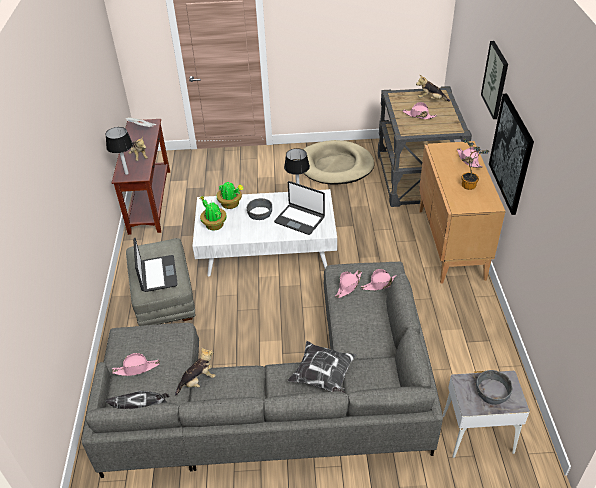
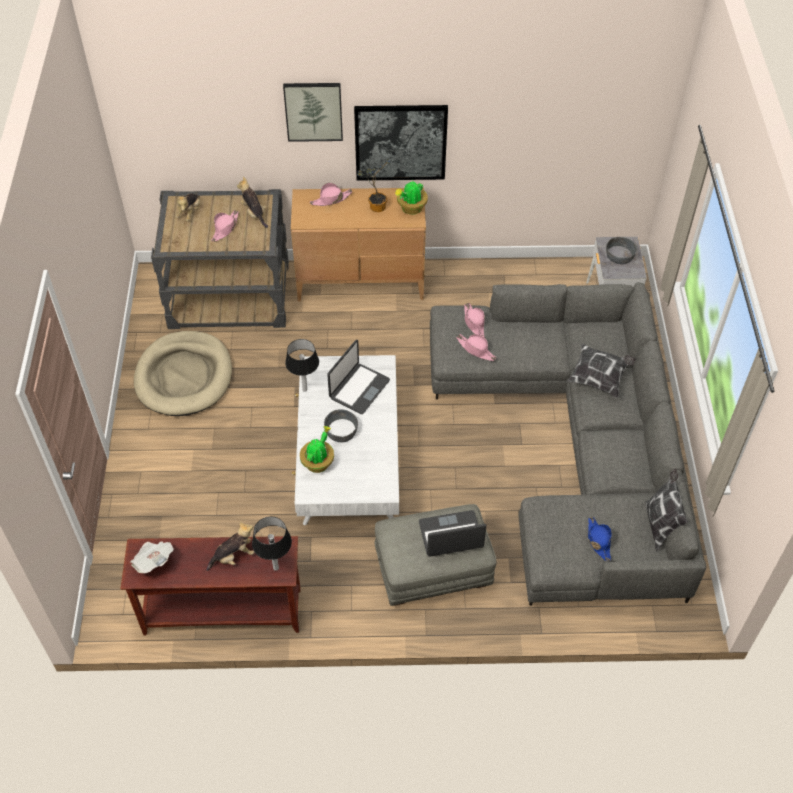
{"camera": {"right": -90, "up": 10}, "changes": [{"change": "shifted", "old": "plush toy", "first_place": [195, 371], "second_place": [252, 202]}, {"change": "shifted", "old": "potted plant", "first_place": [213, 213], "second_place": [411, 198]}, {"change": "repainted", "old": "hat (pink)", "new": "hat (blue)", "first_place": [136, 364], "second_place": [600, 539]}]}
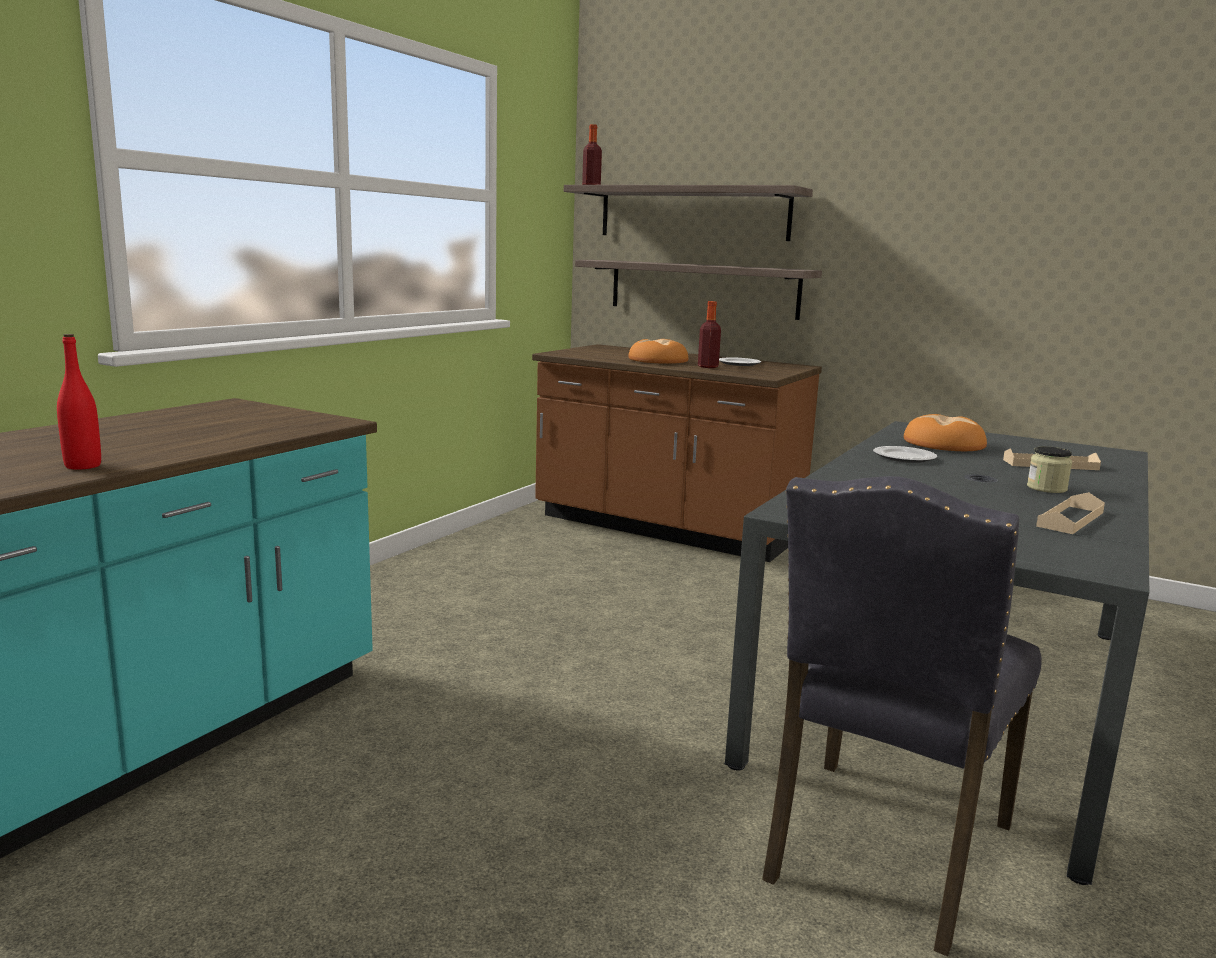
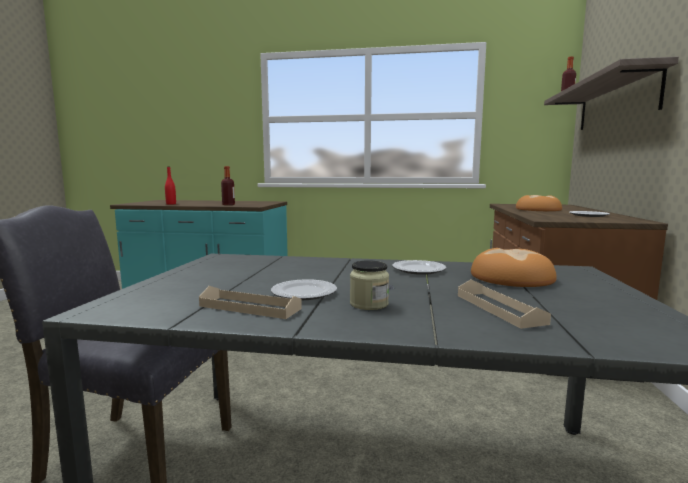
{"camera": {"right": 70, "up": -5}, "changes": [{"change": "gone", "old": "shelf", "first_place": [698, 290]}, {"change": "new", "new": "plate", "second_place": [304, 289]}, {"change": "shifted", "old": "bottle", "first_place": [709, 334], "second_place": [228, 185]}]}
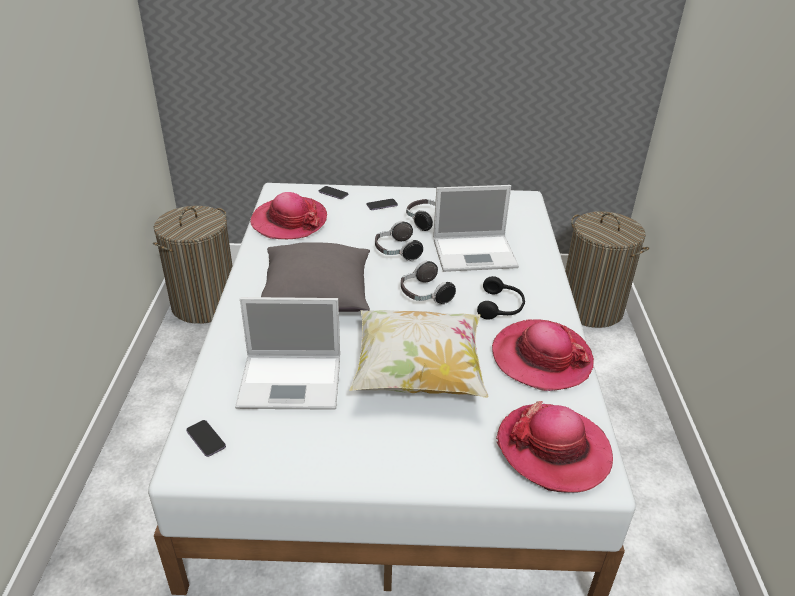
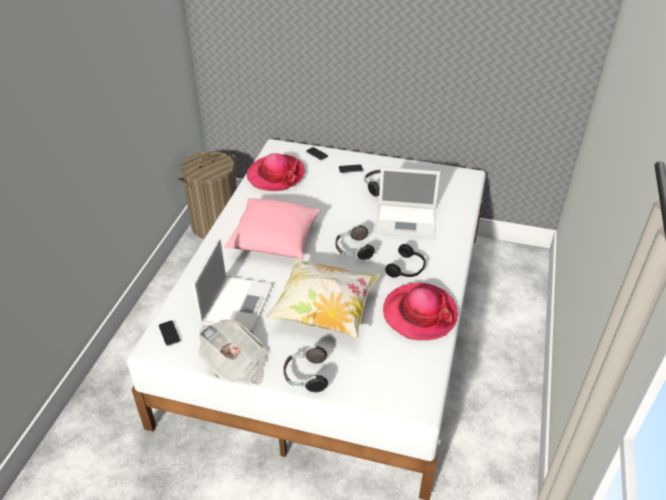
{"camera": {"right": 15, "up": 5}, "changes": [{"change": "gone", "old": "hat", "first_place": [554, 447]}, {"change": "gone", "old": "laundry basket", "first_place": [607, 269]}, {"change": "new", "new": "newspaper", "second_place": [233, 351]}, {"change": "shifted", "old": "headphones", "first_place": [399, 241], "second_place": [305, 369]}, {"change": "repainted", "old": "pillow (grey)", "new": "pillow (pink)", "first_place": [315, 277], "second_place": [272, 228]}, {"change": "rotated", "old": "laptop", "first_place": [287, 353], "second_place": [232, 285], "degrees": -90}]}
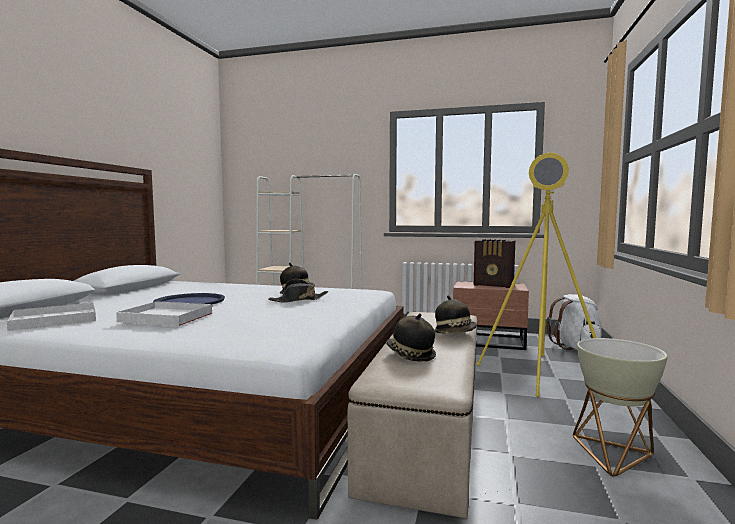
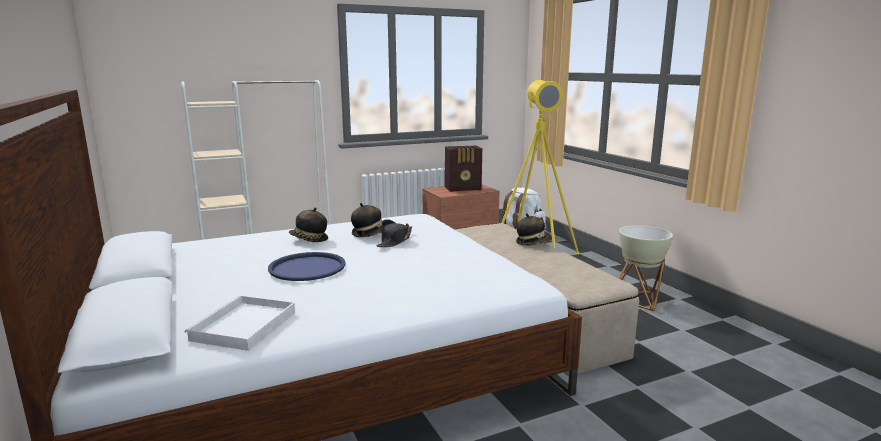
{"camera": {"right": -40, "up": 10}, "changes": [{"change": "gone", "old": "tray (white)", "first_place": [164, 313]}, {"change": "shifted", "old": "hat", "first_place": [411, 337], "second_place": [308, 224]}]}
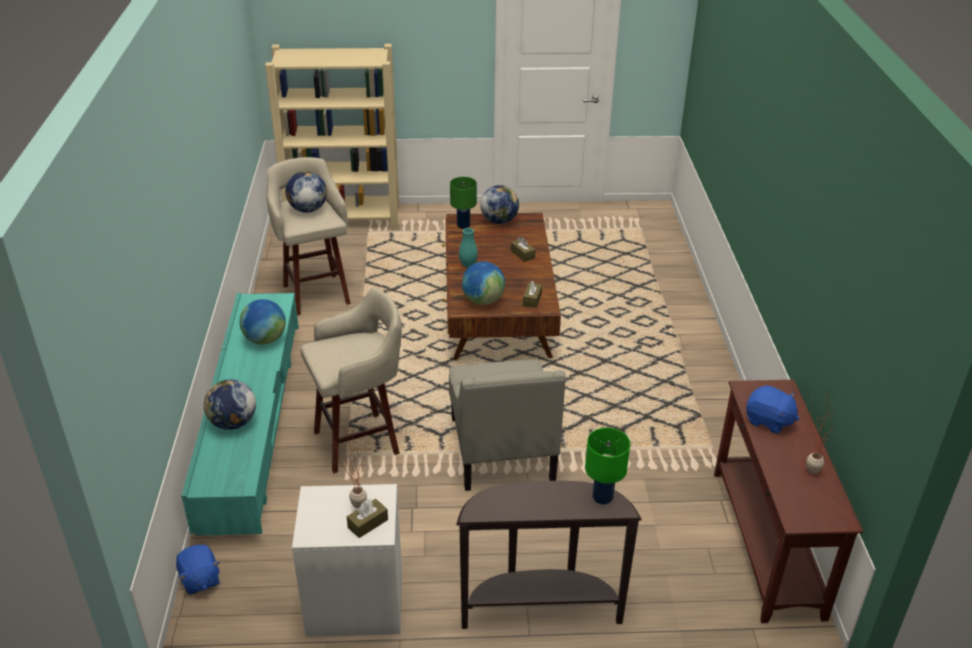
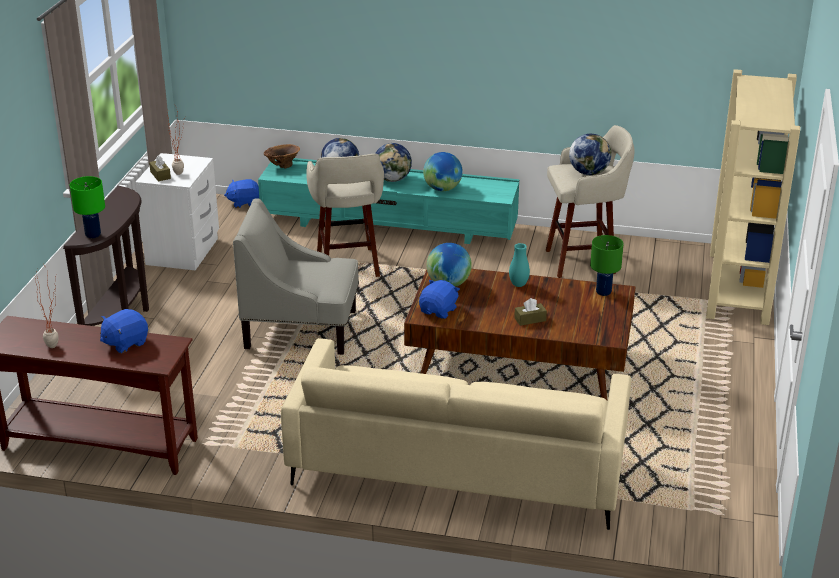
{"camera": {"right": 105, "up": -5}, "changes": [{"change": "new", "new": "vase (brown)", "second_place": [282, 156]}, {"change": "new", "new": "sofa (beige)", "second_place": [456, 434]}, {"change": "shifted", "old": "globe", "first_place": [499, 204], "second_place": [393, 162]}, {"change": "swapped", "old": "tissue box (brown)", "new": "plush toy (blue)", "first_place": [532, 294], "second_place": [439, 299]}]}
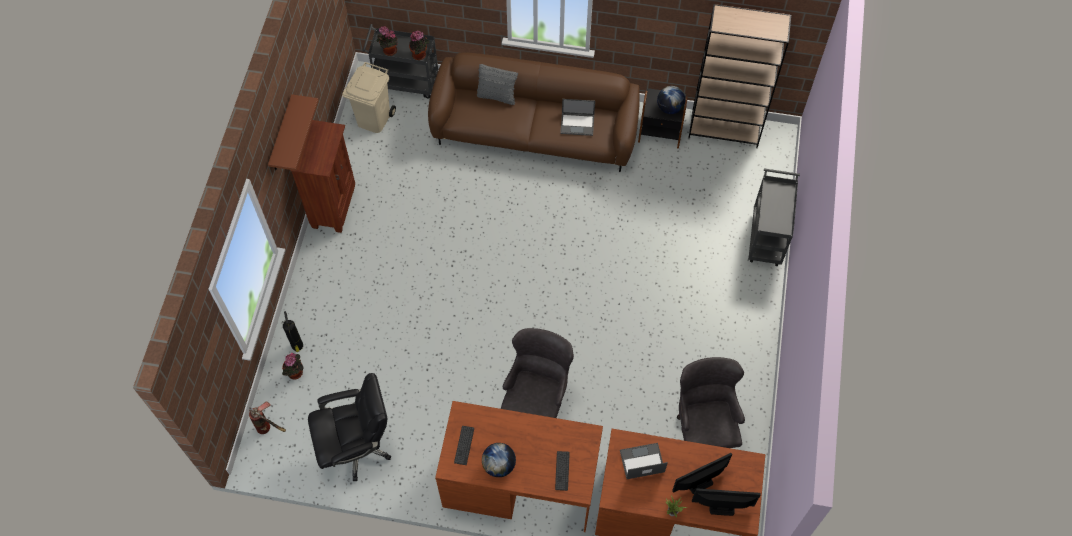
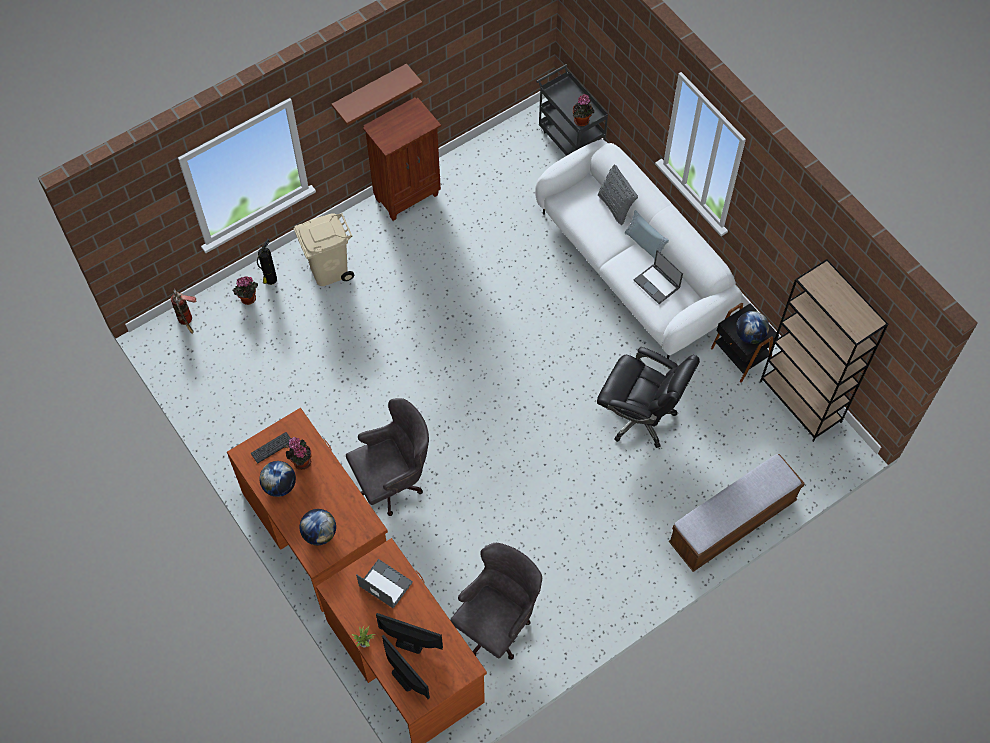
{"camera": {"right": 45, "up": 0}, "changes": [{"change": "new", "new": "pillow (blue)", "second_place": [647, 235]}, {"change": "shifted", "old": "office chair (black)", "first_place": [349, 427], "second_place": [648, 397]}, {"change": "shifted", "old": "trash can (beige)", "first_place": [369, 97], "second_place": [324, 249]}, {"change": "shifted", "old": "potted plant", "first_place": [387, 41], "second_place": [298, 453]}, {"change": "swapped", "old": "keyboard", "new": "globe", "first_place": [562, 471], "second_place": [318, 527]}, {"change": "swapped", "old": "cart (grey)", "new": "bench", "first_place": [774, 217], "second_place": [737, 513]}, {"change": "repainted", "old": "sofa (brown)", "new": "sofa (white)", "first_place": [534, 112], "second_place": [638, 249]}]}
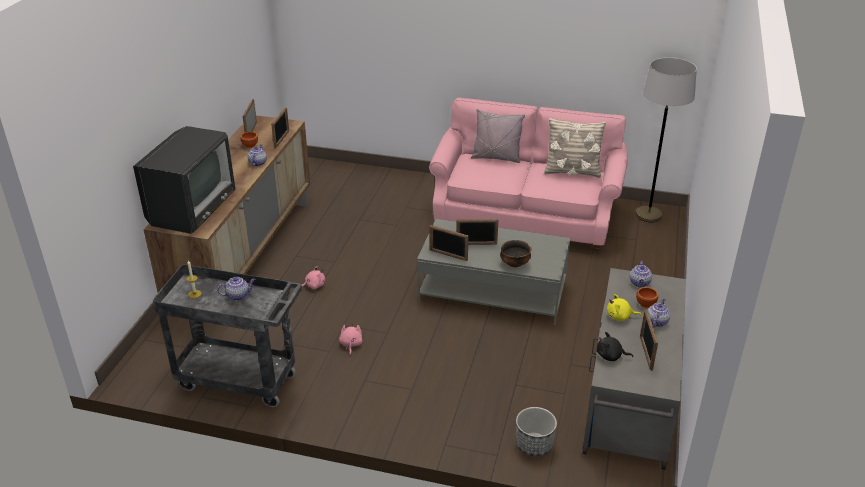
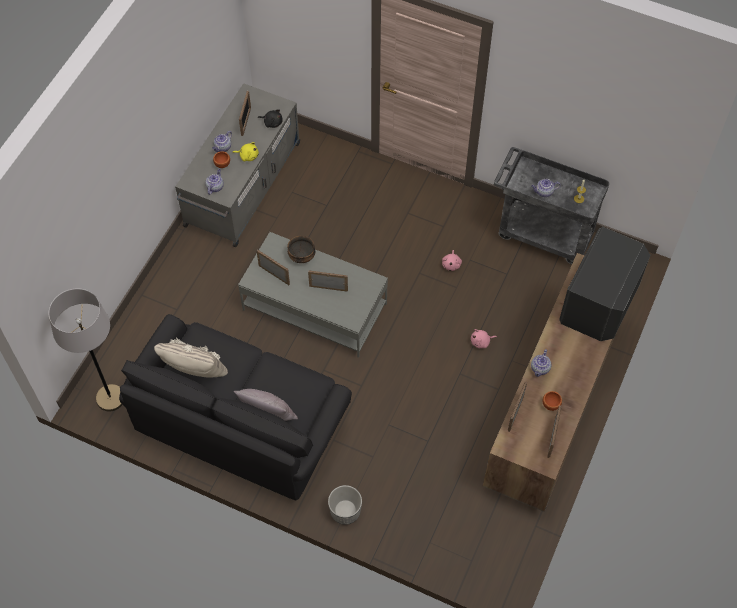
{"camera": {"right": -170, "up": 25}, "changes": [{"change": "shifted", "old": "picture frame", "first_place": [449, 243], "second_place": [273, 267]}, {"change": "shifted", "old": "planter", "first_place": [536, 431], "second_place": [345, 505]}, {"change": "repainted", "old": "sofa (pink)", "new": "sofa (black)", "first_place": [528, 174], "second_place": [235, 407]}]}
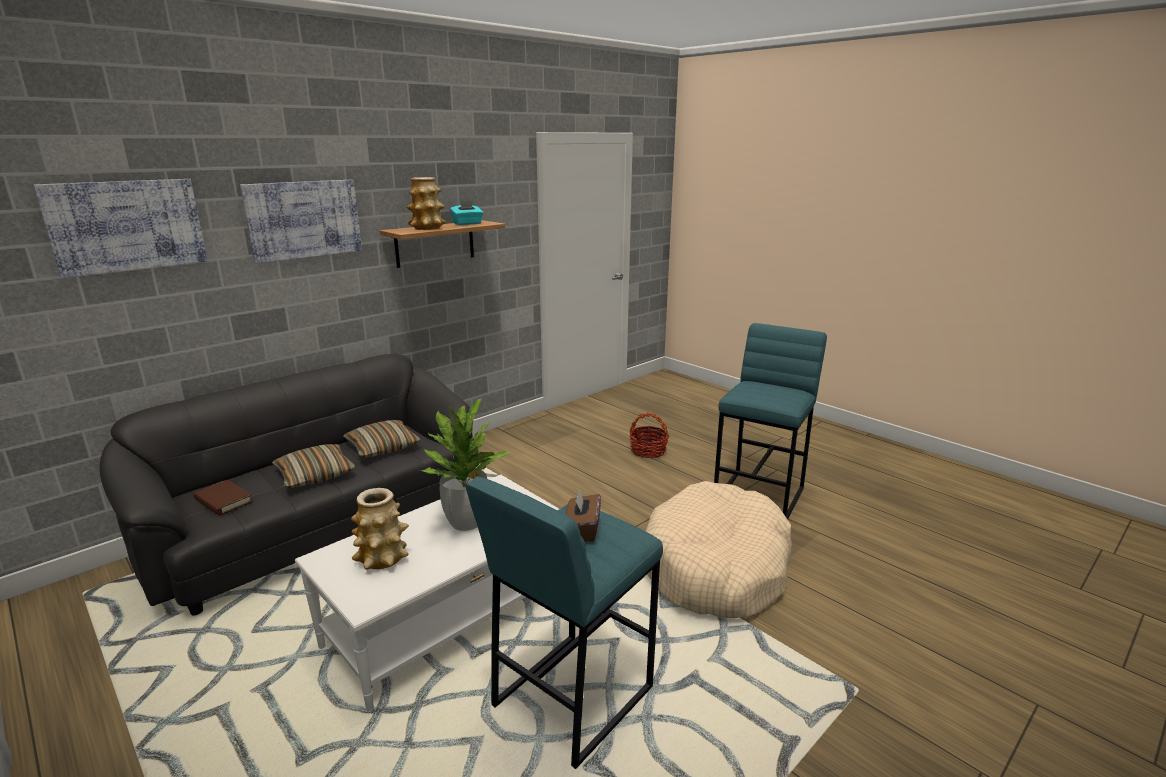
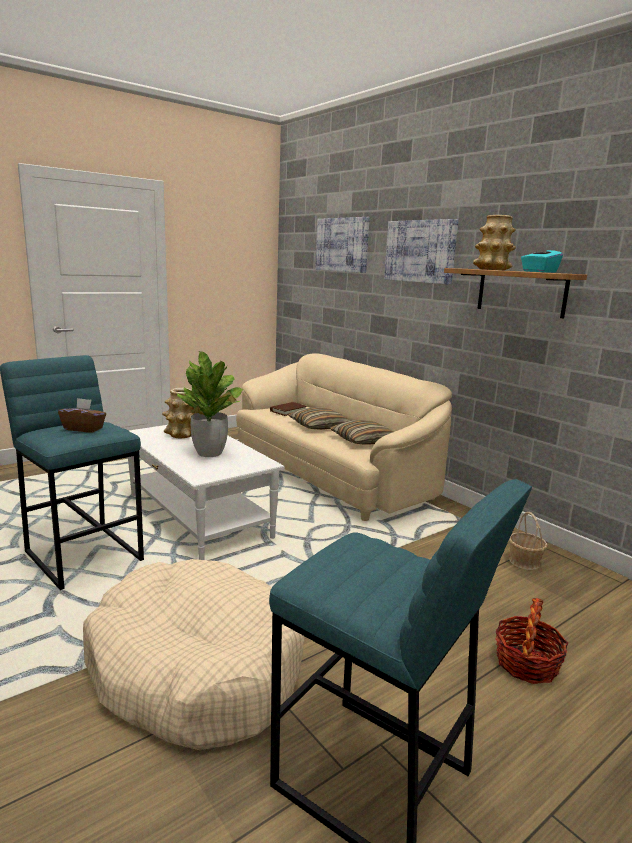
{"camera": {"right": 95, "up": -5}, "changes": [{"change": "new", "new": "basket", "second_place": [528, 541]}, {"change": "repainted", "old": "sofa (black)", "new": "sofa (beige)", "first_place": [286, 484], "second_place": [344, 437]}]}
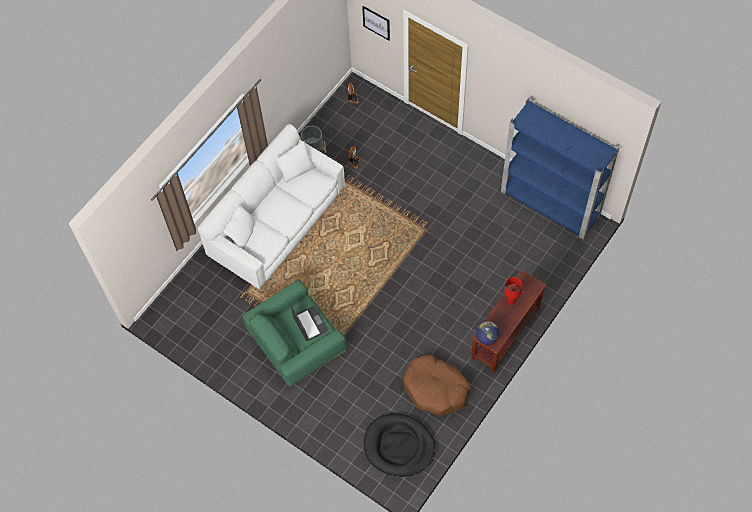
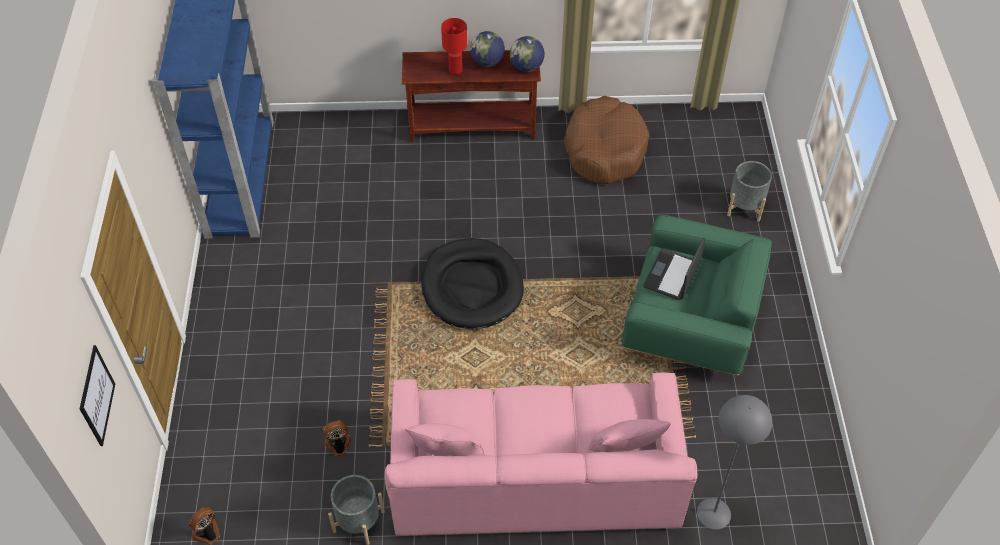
{"camera": {"right": -130, "up": -10}, "changes": [{"change": "new", "new": "globe", "second_place": [487, 49]}, {"change": "new", "new": "floor lamp (grey)", "second_place": [734, 462]}, {"change": "new", "new": "planter (grey)", "second_place": [749, 191]}, {"change": "shifted", "old": "dog bed (black)", "first_place": [399, 445], "second_place": [472, 283]}, {"change": "repainted", "old": "sofa (white)", "new": "sofa (pink)", "first_place": [271, 206], "second_place": [541, 454]}]}
